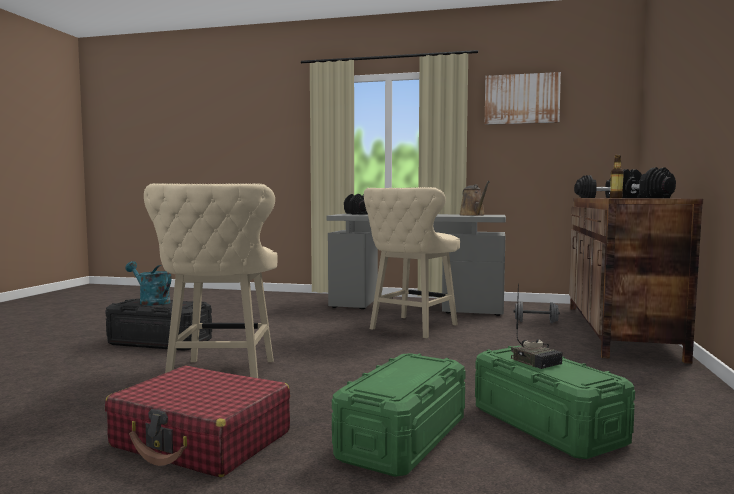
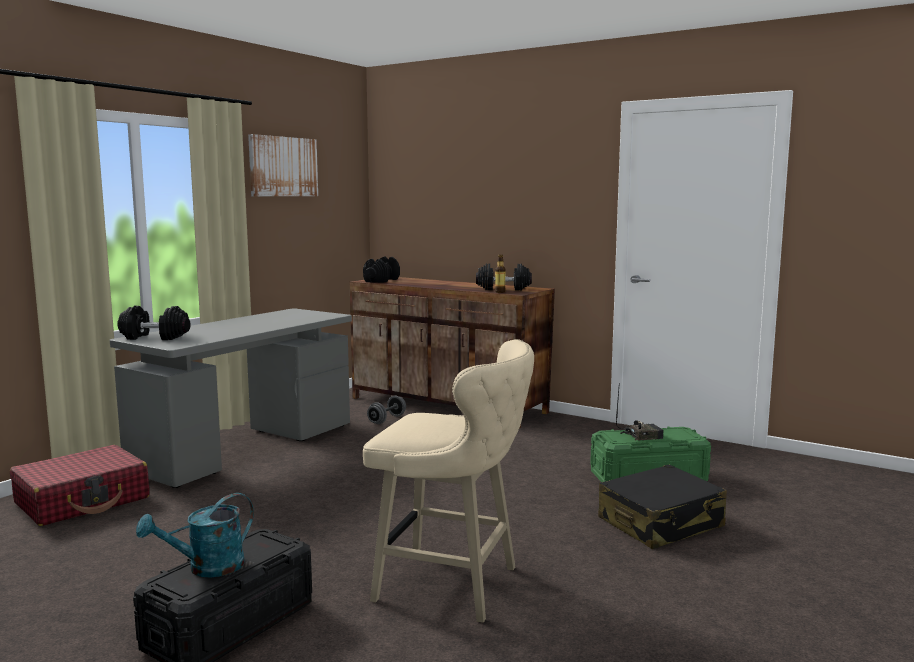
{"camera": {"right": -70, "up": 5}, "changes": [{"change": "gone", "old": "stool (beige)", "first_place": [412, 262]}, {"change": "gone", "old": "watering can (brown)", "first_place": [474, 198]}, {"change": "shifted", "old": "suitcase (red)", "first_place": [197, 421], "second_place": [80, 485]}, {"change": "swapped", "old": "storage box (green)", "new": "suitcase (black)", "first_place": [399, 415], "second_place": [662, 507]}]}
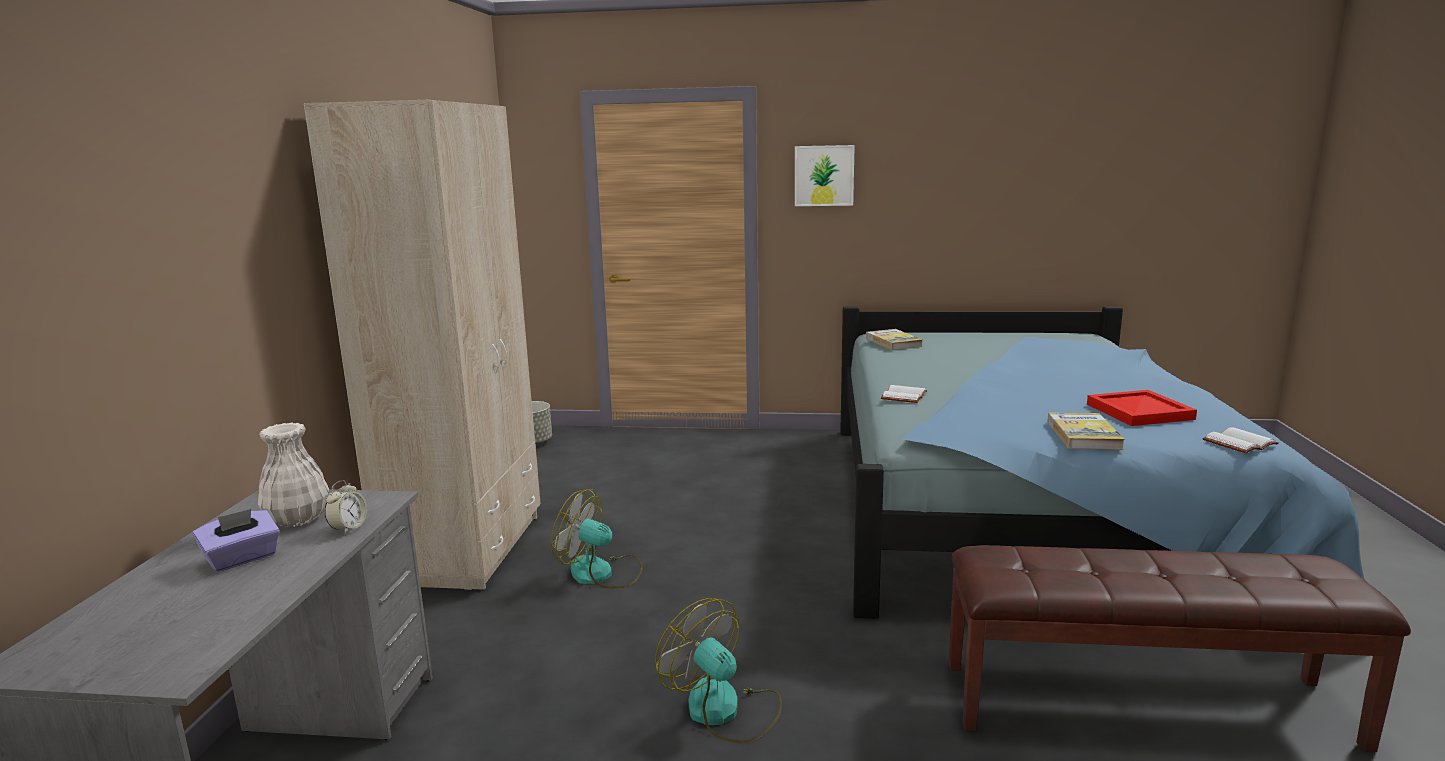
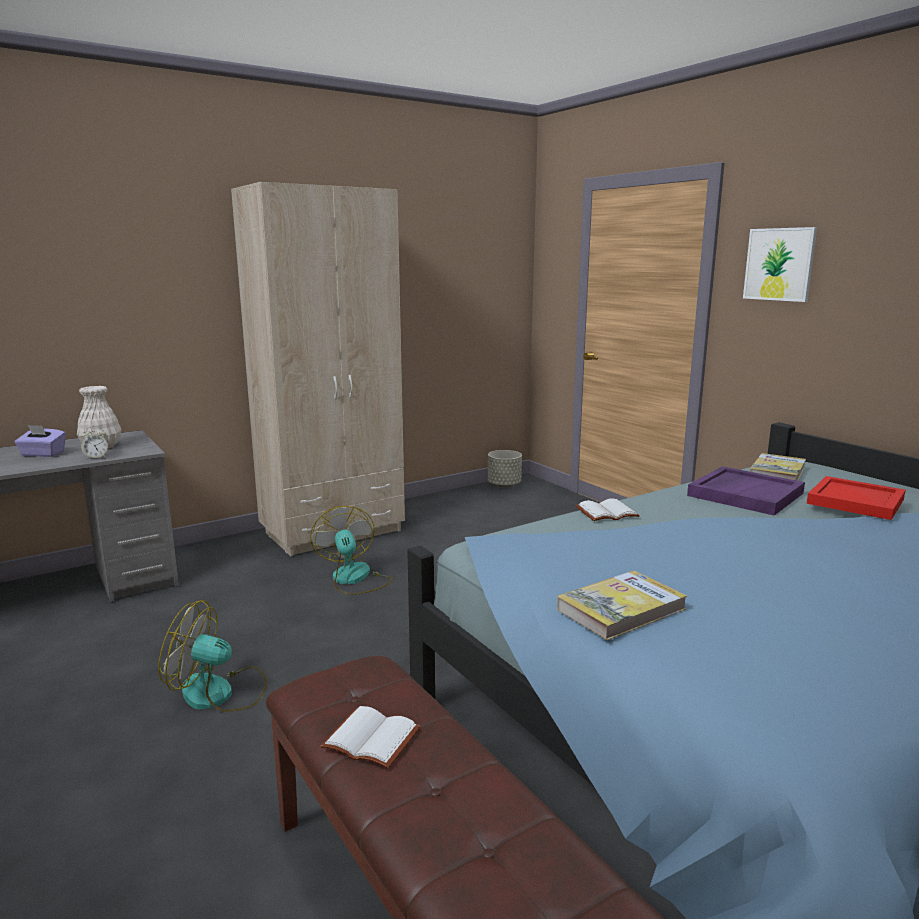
{"camera": {"right": 50, "up": 0}, "changes": [{"change": "new", "new": "tray (purple)", "second_place": [746, 490]}, {"change": "shifted", "old": "tray (red)", "first_place": [1142, 408], "second_place": [856, 498]}, {"change": "shifted", "old": "book (white)", "first_place": [1240, 440], "second_place": [370, 737]}, {"change": "rotated", "old": "fan", "first_place": [718, 671], "second_place": [212, 656], "degrees": -90}]}
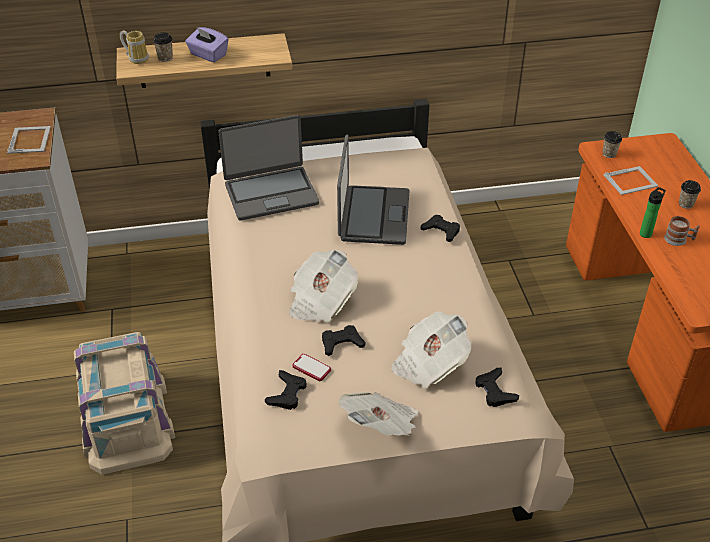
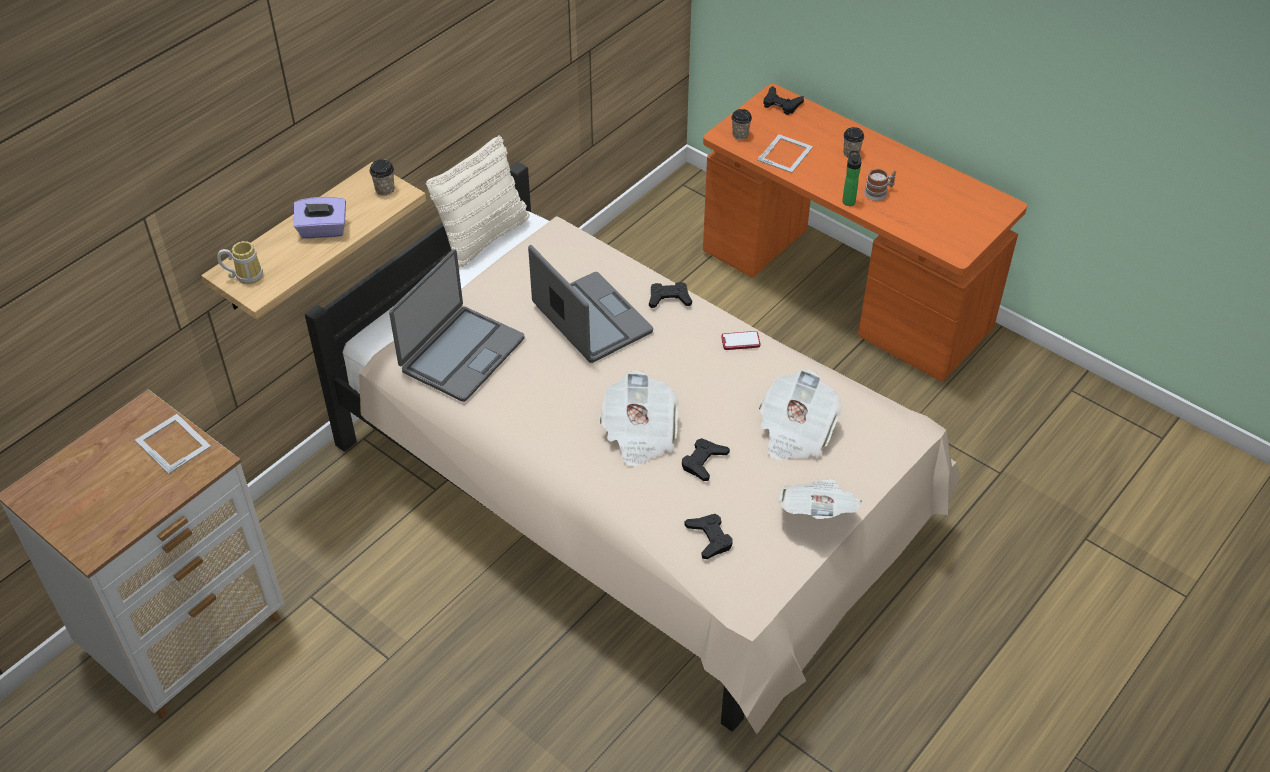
{"camera": {"right": -40, "up": 5}, "changes": [{"change": "gone", "old": "storage box (beige)", "first_place": [124, 403]}, {"change": "new", "new": "pillow (beige)", "second_place": [478, 201]}, {"change": "shifted", "old": "cup", "first_place": [163, 47], "second_place": [382, 177]}, {"change": "shifted", "old": "phone", "first_place": [311, 367], "second_place": [741, 340]}, {"change": "shifted", "old": "game controller (black)", "first_place": [497, 387], "second_place": [783, 100]}]}
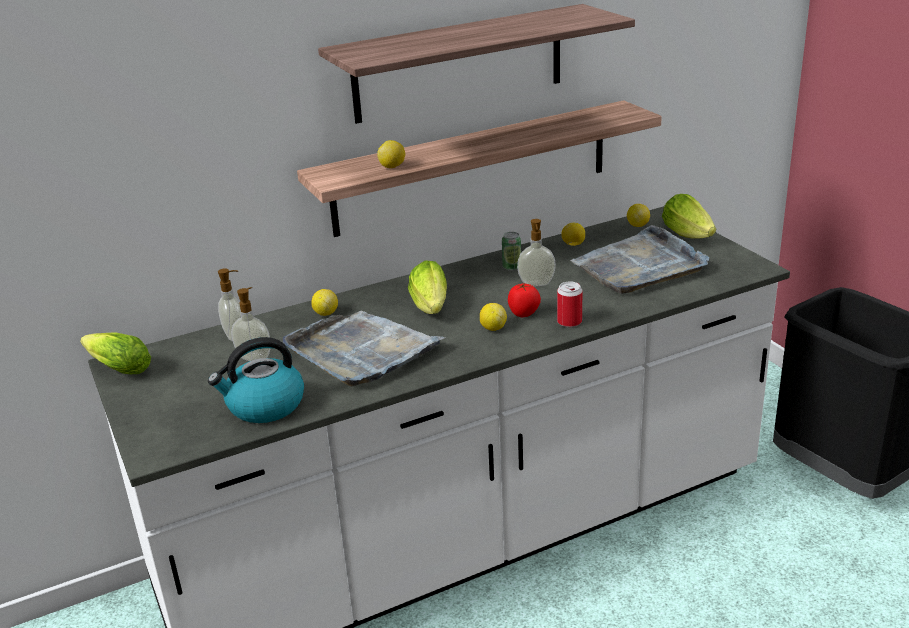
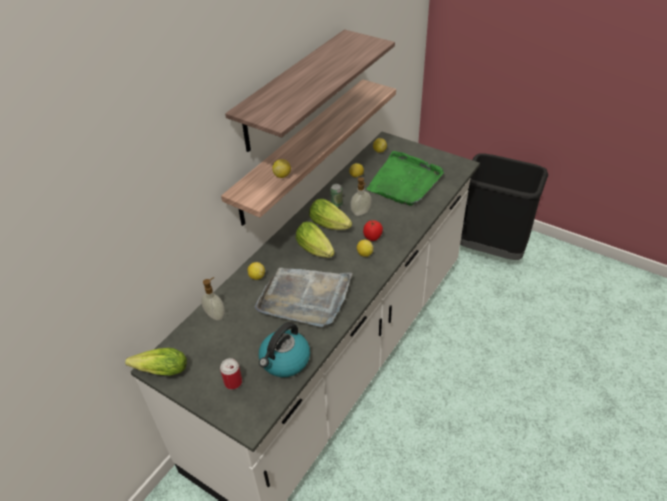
{"camera": {"right": -30, "up": 15}, "changes": [{"change": "gone", "old": "soap dispenser", "first_place": [251, 324]}, {"change": "shifted", "old": "can", "first_place": [569, 304], "second_place": [231, 374]}, {"change": "shifted", "old": "lettuce", "first_place": [689, 216], "second_place": [330, 214]}, {"change": "repainted", "old": "tray (grey)", "new": "tray (green)", "first_place": [639, 259], "second_place": [405, 178]}]}
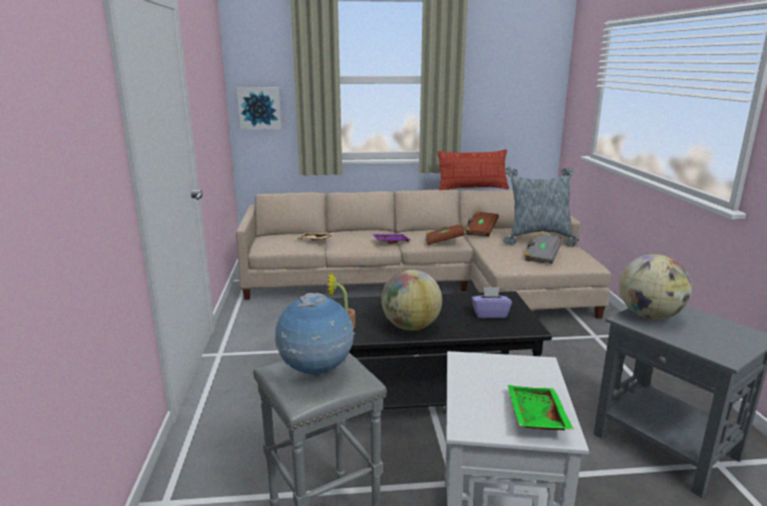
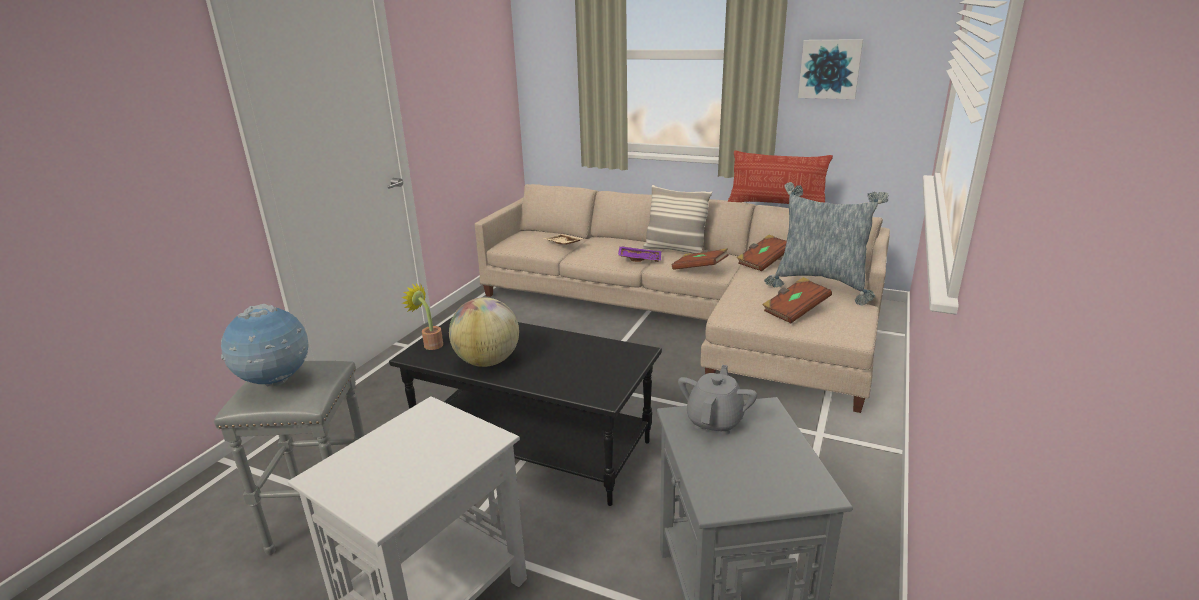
{"camera": {"right": 30, "up": 5}, "changes": [{"change": "gone", "old": "tissue box (purple)", "first_place": [492, 302]}, {"change": "gone", "old": "tray (green)", "first_place": [541, 407]}, {"change": "new", "new": "pillow", "second_place": [677, 219]}, {"change": "shifted", "old": "picture", "first_place": [259, 108], "second_place": [830, 69]}, {"change": "swapped", "old": "globe", "new": "teapot (grey)", "first_place": [655, 287], "second_place": [717, 400]}, {"change": "repainted", "old": "book (grey)", "new": "book (brown)", "first_place": [544, 248], "second_place": [797, 300]}]}
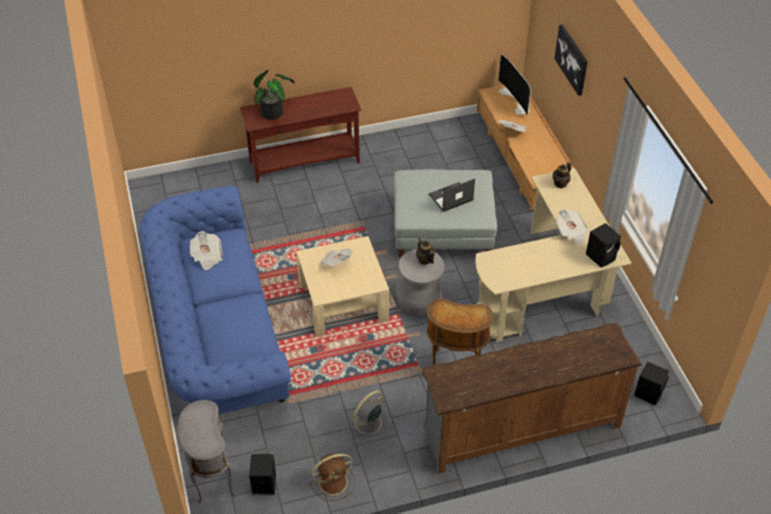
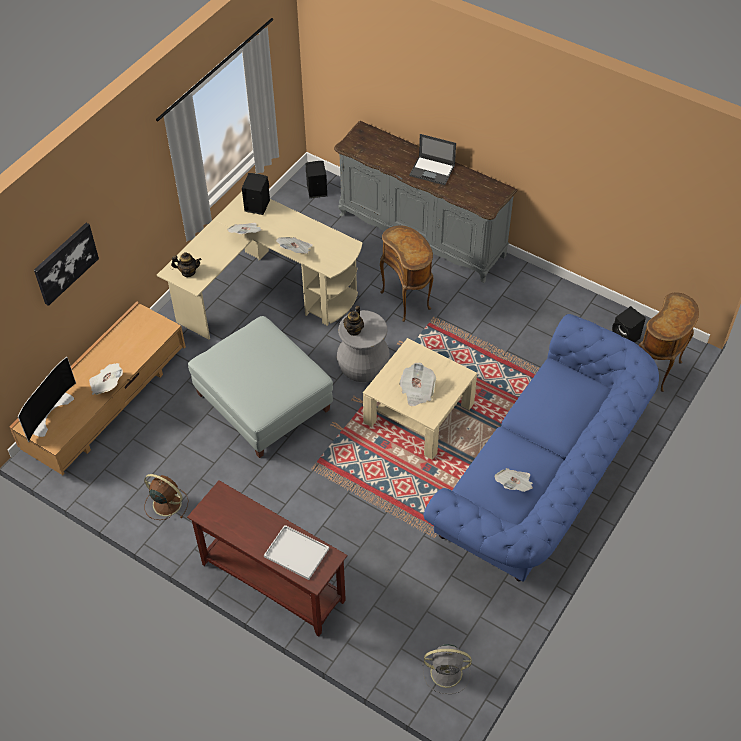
{"camera": {"right": -130, "up": 5}, "changes": [{"change": "new", "new": "newspaper", "second_place": [294, 245]}, {"change": "shifted", "old": "fan (brown)", "first_place": [332, 477], "second_place": [166, 497]}, {"change": "shifted", "old": "fan (grey)", "first_place": [367, 416], "second_place": [447, 669]}, {"change": "shifted", "old": "laptop", "first_place": [452, 195], "second_place": [432, 159]}, {"change": "swapped", "old": "potted plant", "new": "tray (white)", "first_place": [274, 95], "second_place": [296, 552]}, {"change": "repainted", "old": "side table (grey)", "new": "side table (brown)", "first_place": [207, 451], "second_place": [669, 342]}]}
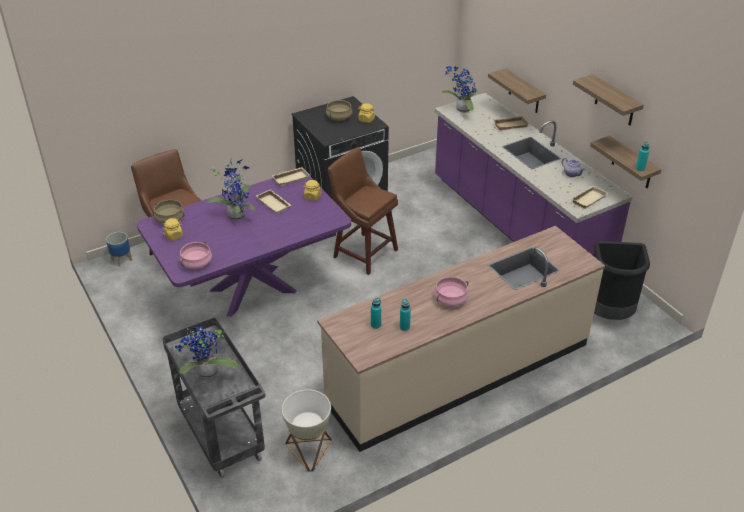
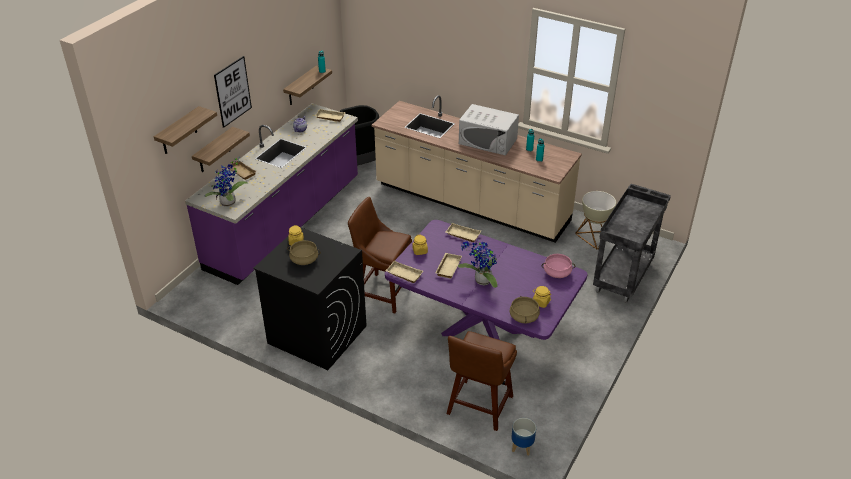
{"camera": {"right": -120, "up": 0}, "changes": [{"change": "gone", "old": "potted plant", "first_place": [207, 352]}, {"change": "new", "new": "picture", "second_place": [233, 92]}, {"change": "new", "new": "tray (beige)", "second_place": [463, 232]}, {"change": "shifted", "old": "shelf", "first_place": [608, 100], "second_place": [185, 130]}, {"change": "swapped", "old": "cooking pot (pink)", "new": "microwave (white)", "first_place": [451, 292], "second_place": [489, 130]}, {"change": "rotated", "old": "chair (brown)", "first_place": [363, 211], "second_place": [380, 255], "degrees": 105}]}
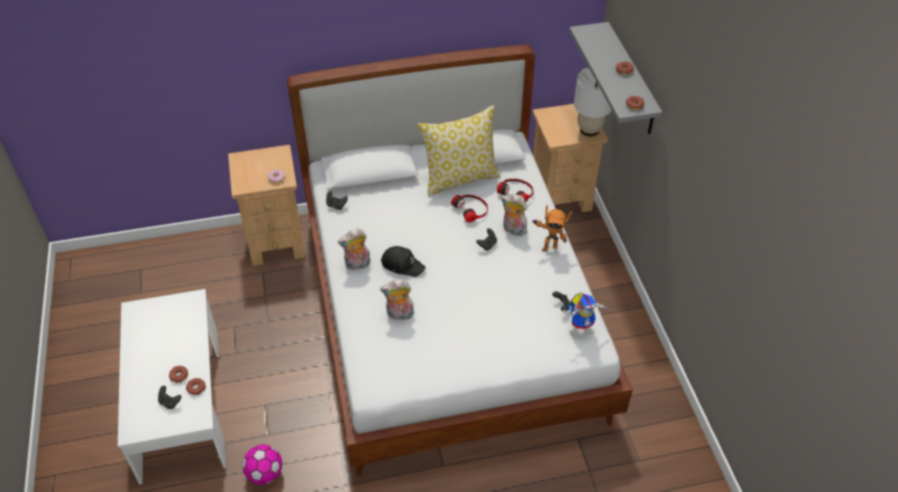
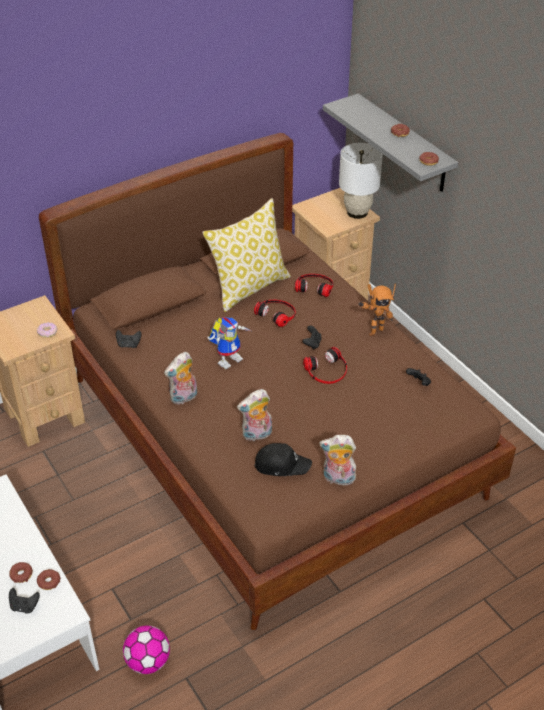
{"camera": {"right": -20, "up": -5}, "changes": [{"change": "new", "new": "headphones", "second_place": [325, 365]}, {"change": "shifted", "old": "cap (black)", "first_place": [403, 261], "second_place": [283, 459]}, {"change": "shifted", "old": "plush toy", "first_place": [514, 215], "second_place": [337, 461]}, {"change": "shifted", "old": "toy robot", "first_place": [586, 316], "second_place": [229, 343]}, {"change": "repainted", "old": "bed (white)", "new": "bed (brown)", "first_place": [460, 260], "second_place": [277, 381]}]}
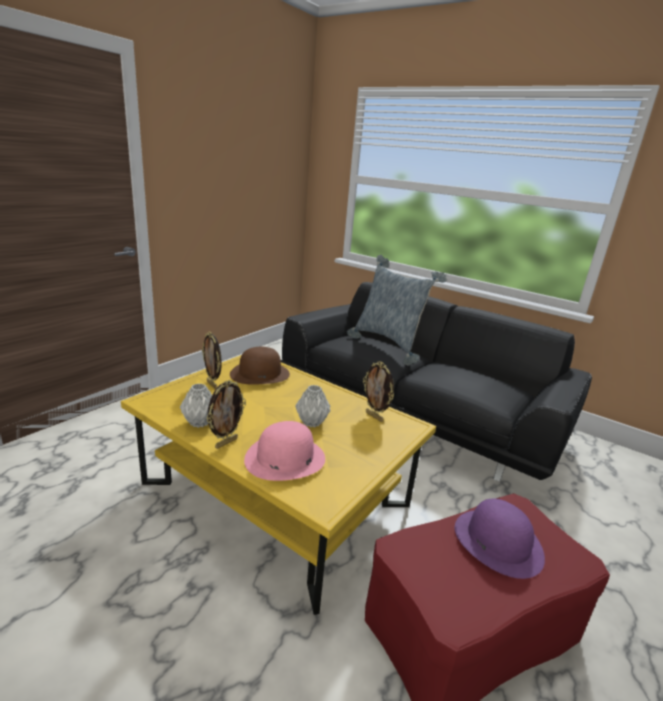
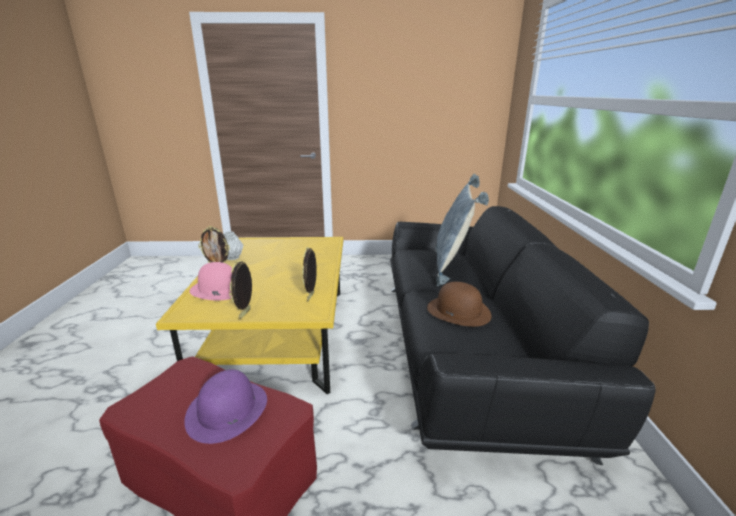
{"camera": {"right": 55, "up": 0}, "changes": [{"change": "gone", "old": "vase (grey)", "first_place": [312, 406]}, {"change": "shifted", "old": "picture frame", "first_place": [212, 360], "second_place": [240, 289]}, {"change": "shifted", "old": "hat (brown)", "first_place": [260, 366], "second_place": [459, 304]}]}
